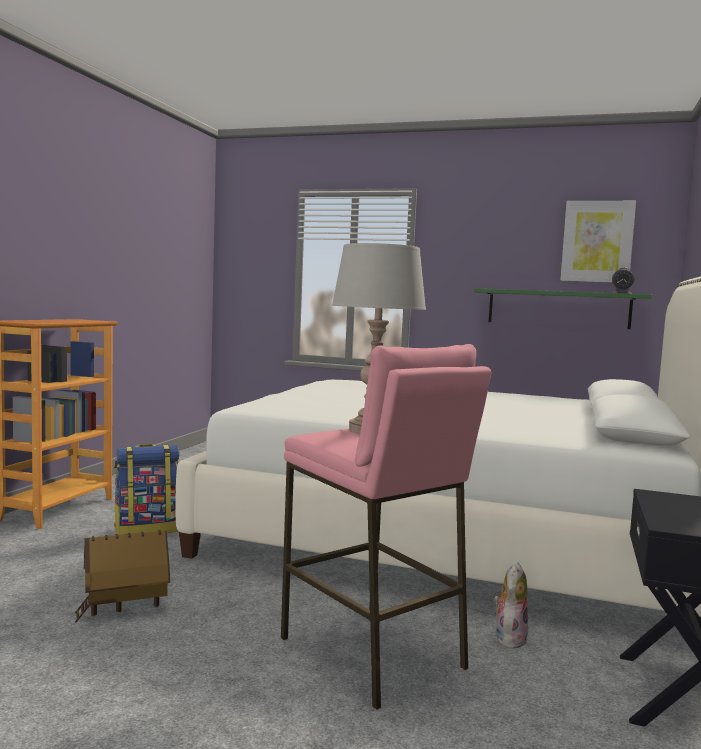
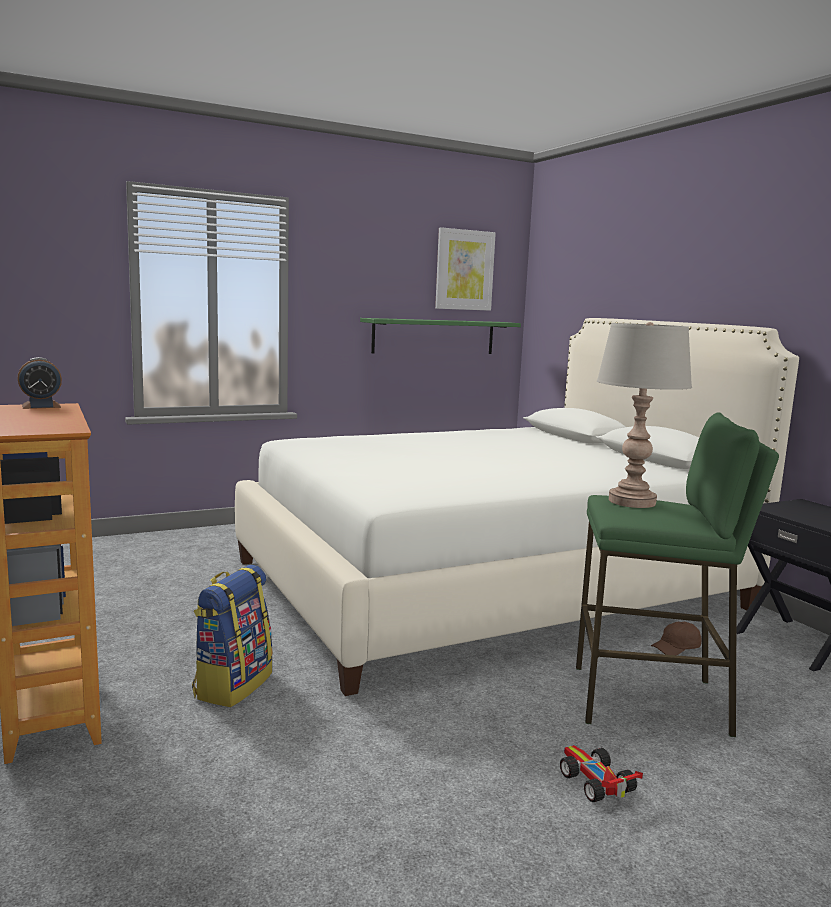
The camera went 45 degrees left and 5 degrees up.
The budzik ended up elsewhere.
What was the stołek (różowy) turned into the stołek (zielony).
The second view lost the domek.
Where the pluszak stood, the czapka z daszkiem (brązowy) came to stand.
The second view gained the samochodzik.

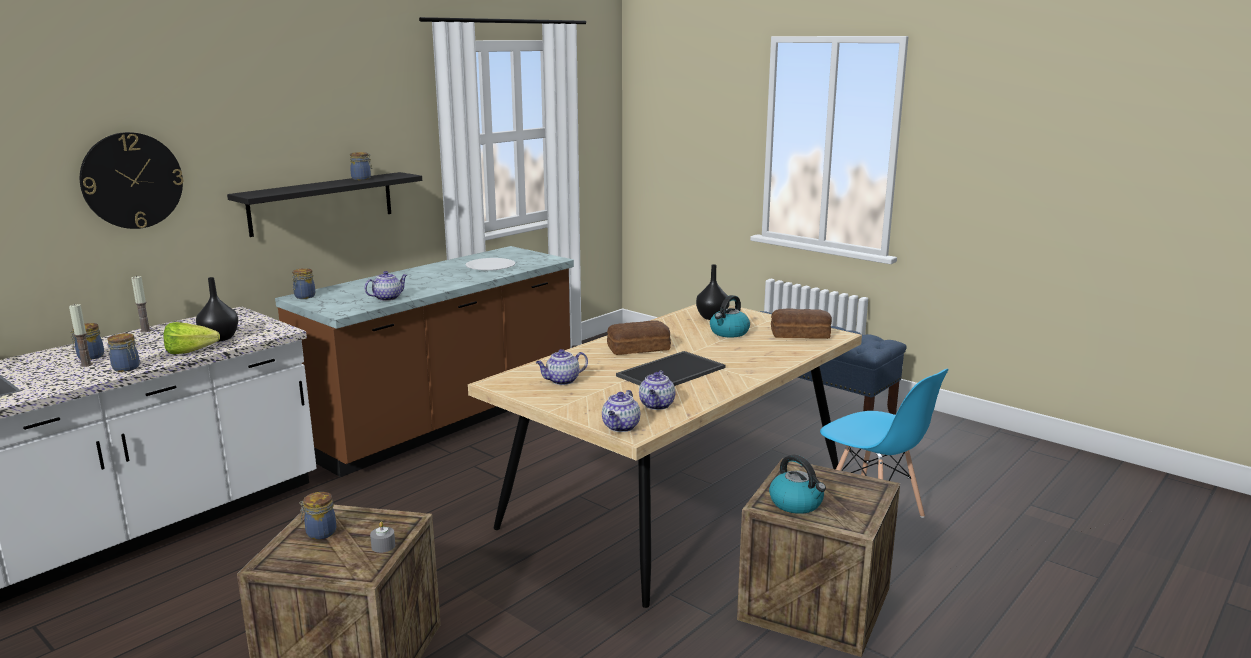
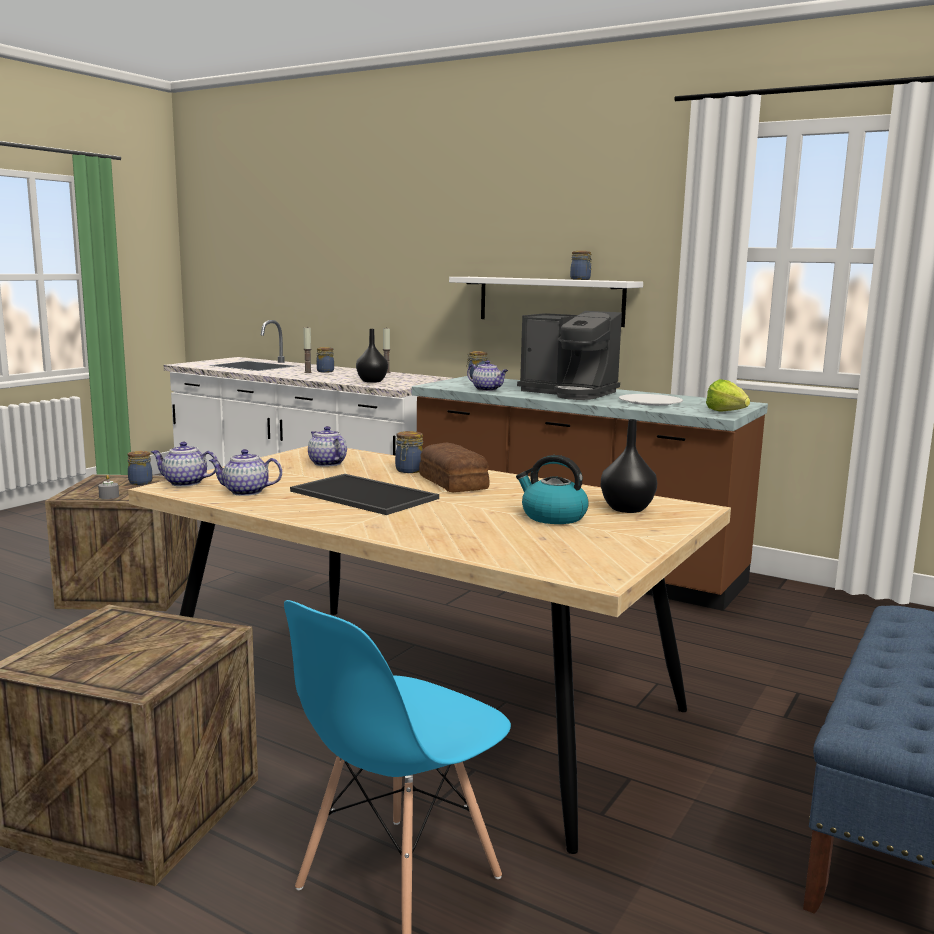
The camera went 80 degrees right and 5 degrees down.
The second view lost the zegar ścienny.
What was the półka (czarny) turned into the półka (biały).
The second view lost the chleb (2nd from left).
The sałata ended up elsewhere.
The słoik (2nd from left in the first image) ended up elsewhere.
The second view lost the czajnik (2nd from left).
The second view gained the ekspres do kawy.

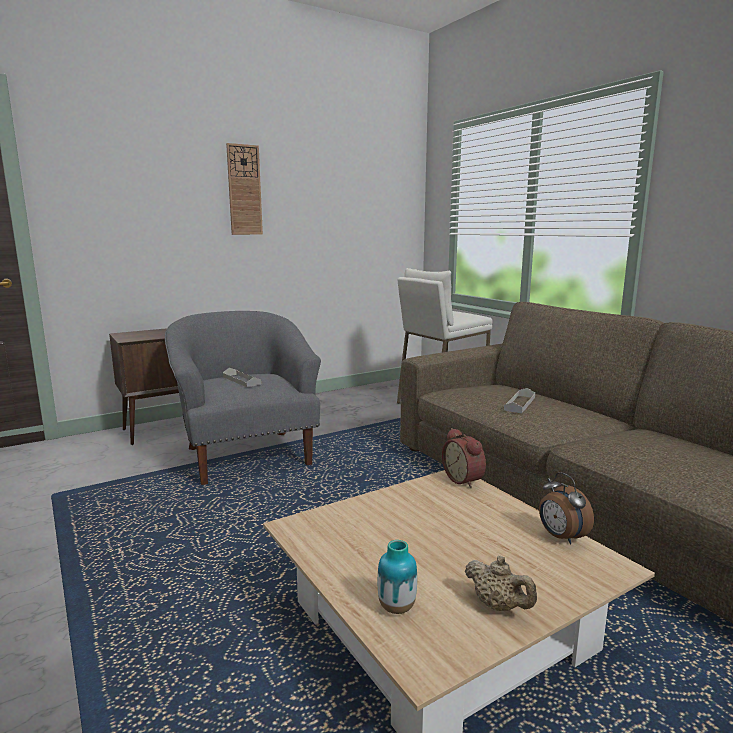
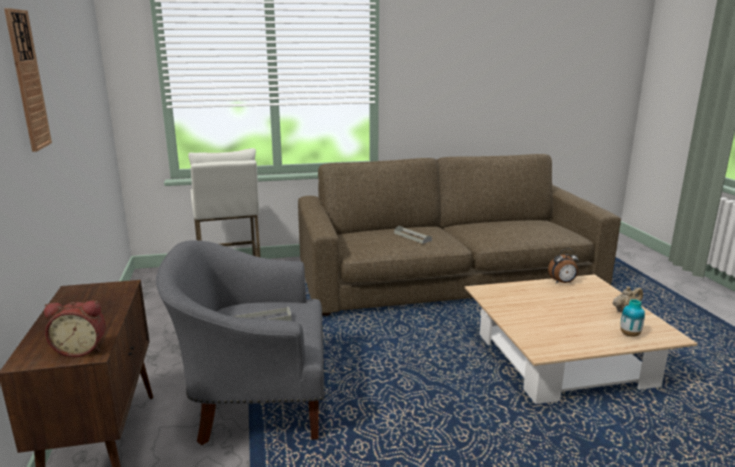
The camera went 70 degrees left and 5 degrees up.
The budzik (1st from left) ended up elsewhere.

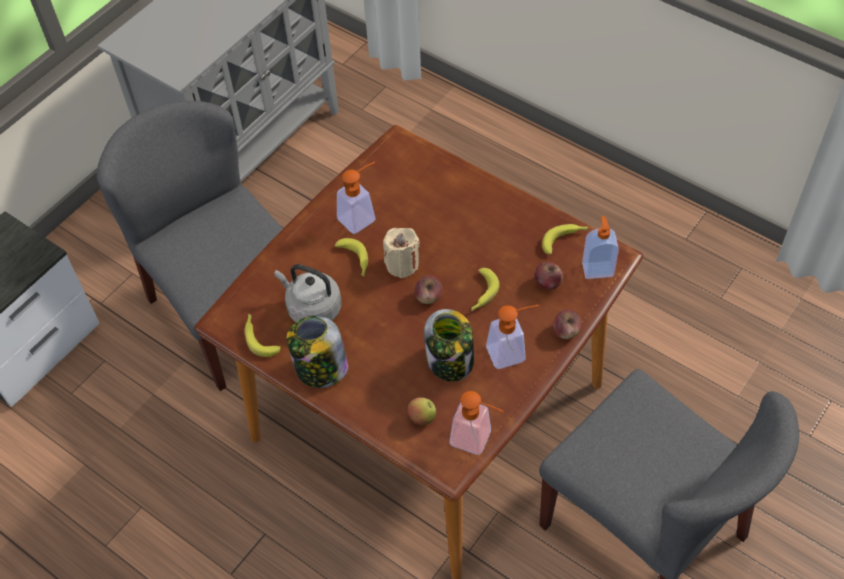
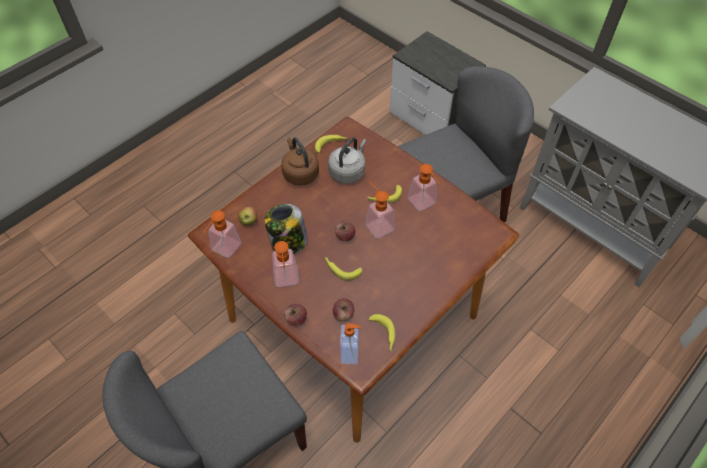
The camera went 95 degrees right and 0 degrees up.
Where the świeca (beżowy) stood, the dozownik mydła (4th from left) came to stand.
Where the słoik (1st from left) stood, the czajnik (brązowy) came to stand.

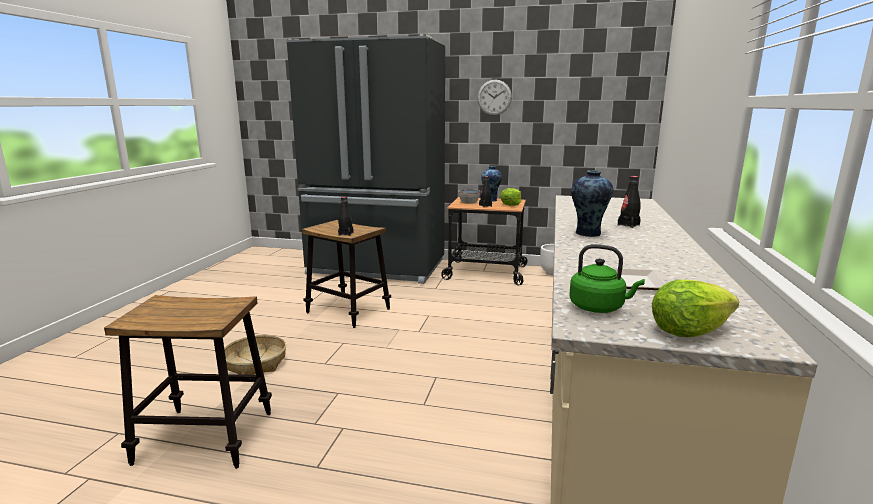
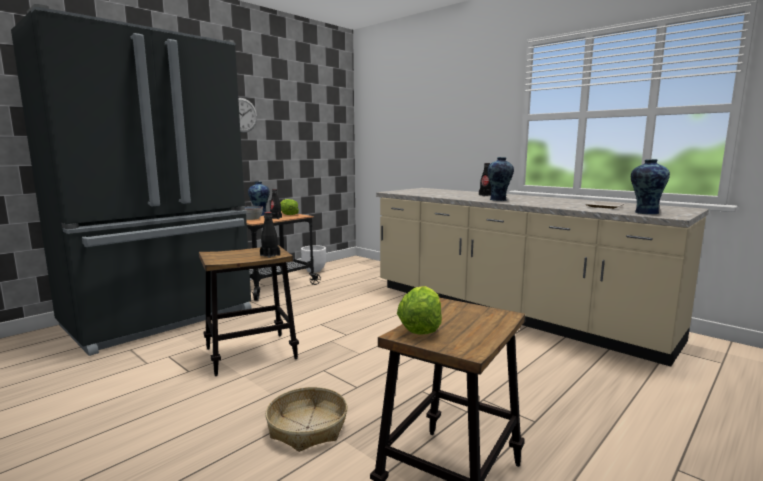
The camera went 60 degrees left and 5 degrees down.
Where the czajnik (zielony) stood, the wazon (3rd from left) came to stand.
The sałata (2nd from left) ended up elsewhere.

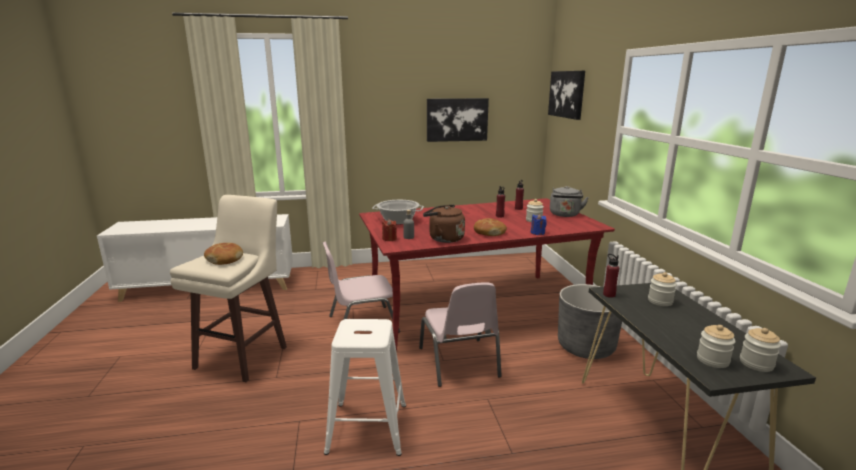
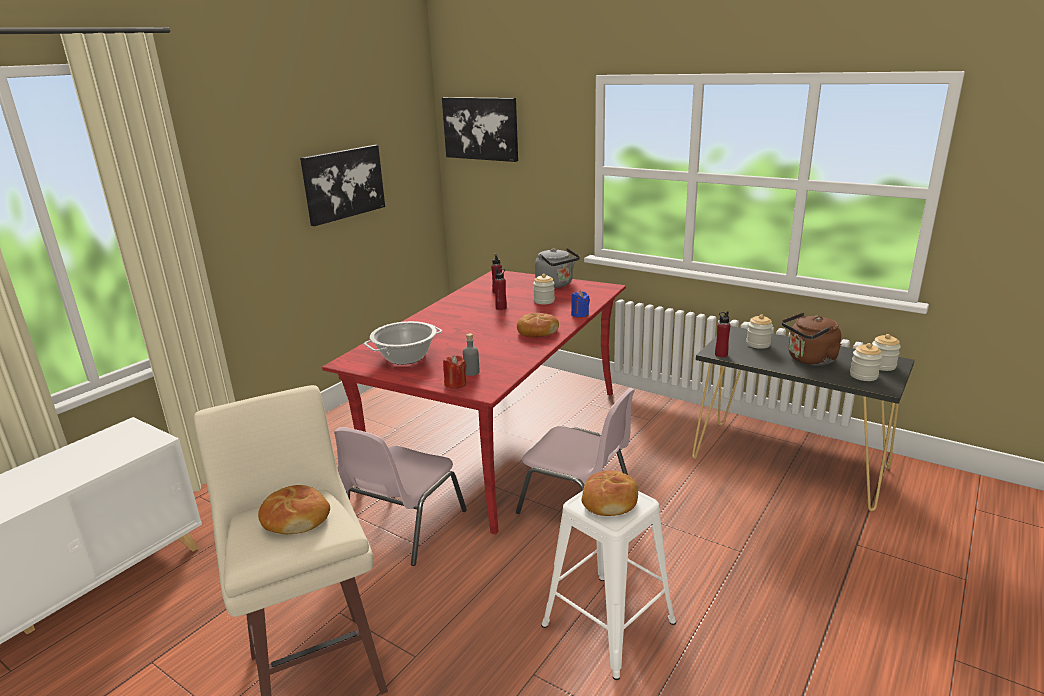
The camera went 45 degrees left and 5 degrees up.
The czajnik (brązowy) ended up elsewhere.
The second view lost the donica (szary).
The second view gained the chleb (3rd from left).

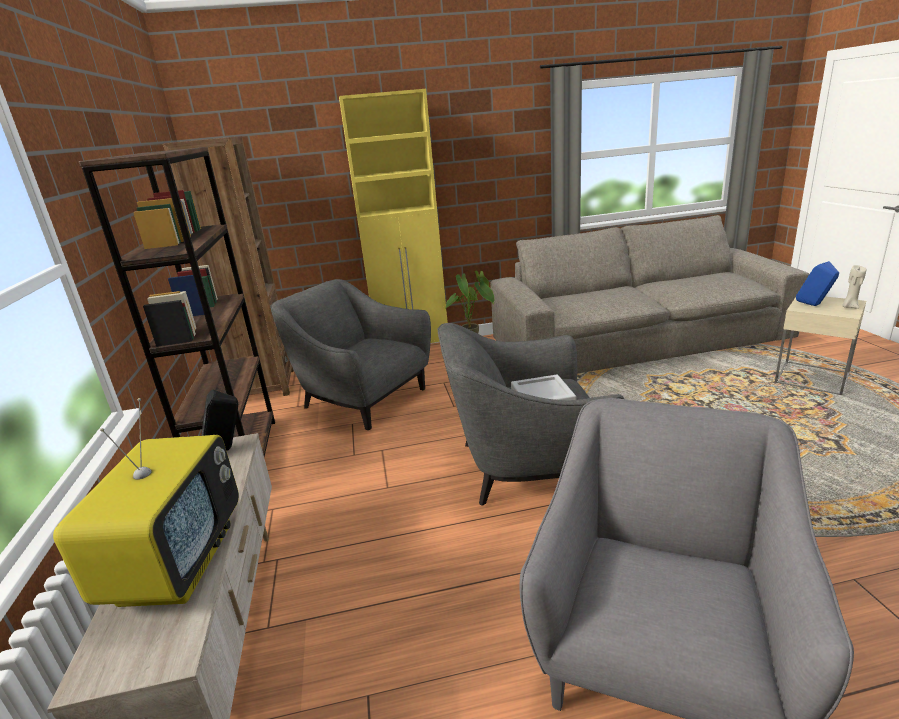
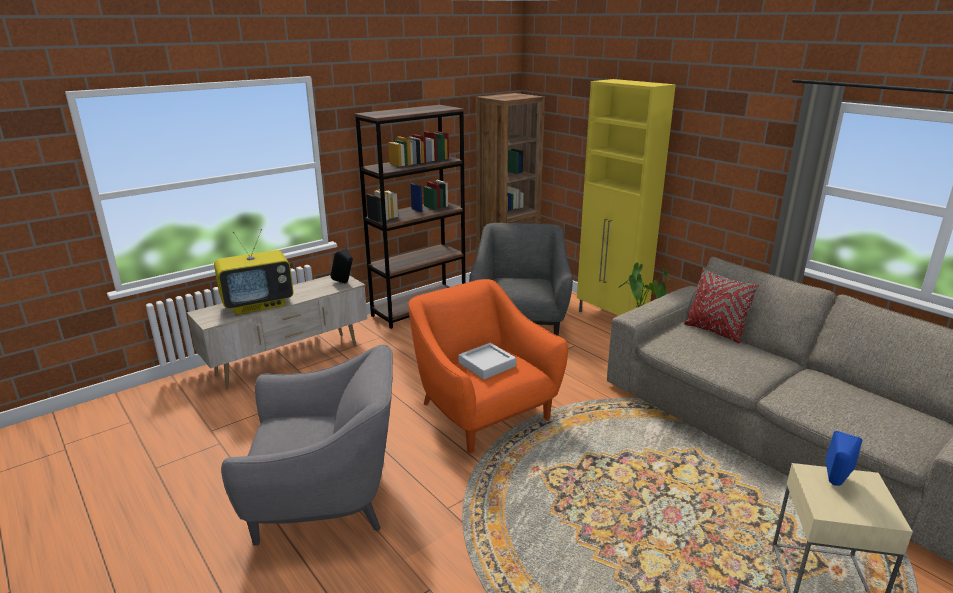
The camera went 60 degrees right and 0 degrees up.
The second view lost the świeca (beżowy).
What was the fotel (szary) (2nd from left) turned into the fotel (pomarańczowy).
The second view gained the poduszka (czerwony).

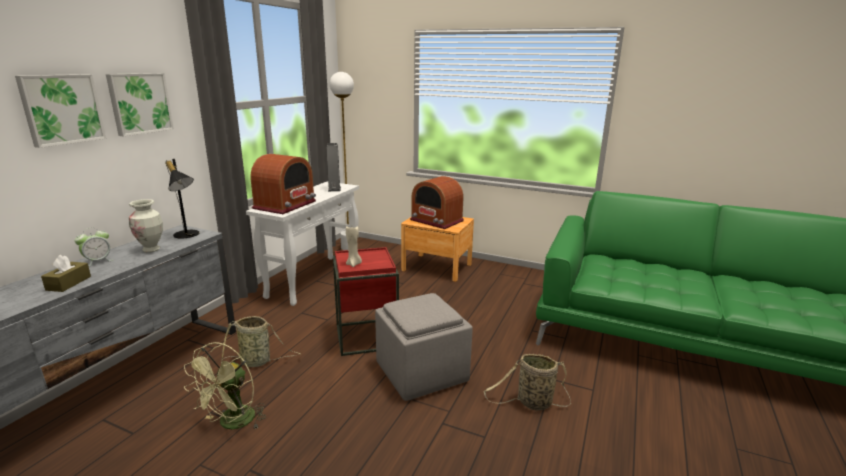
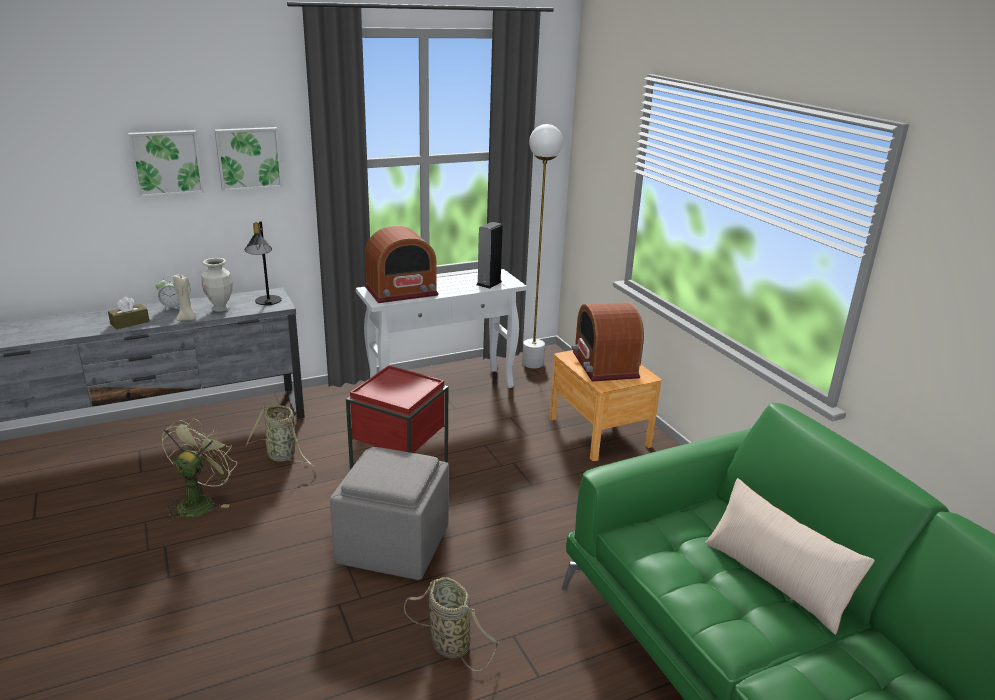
The camera went 40 degrees right and 5 degrees up.
The świeca (beżowy) ended up elsewhere.
The wentylator (zielony) ended up facing another way, 135 degrees clockwise from before.
The second view gained the poduszka (beżowy).

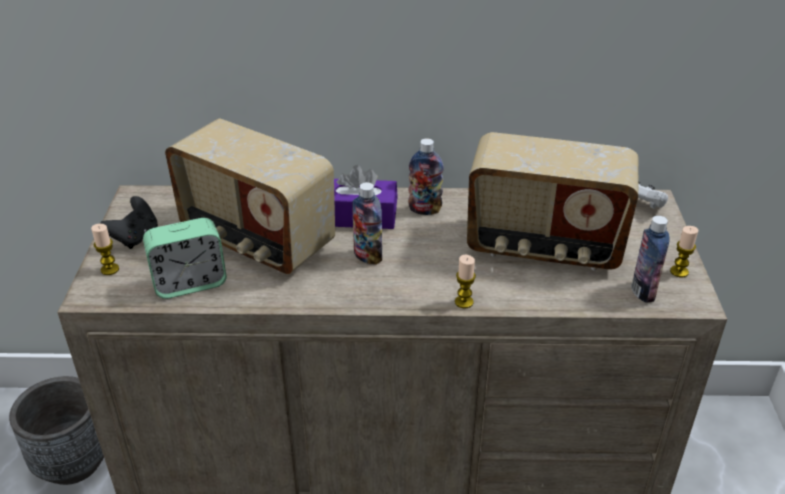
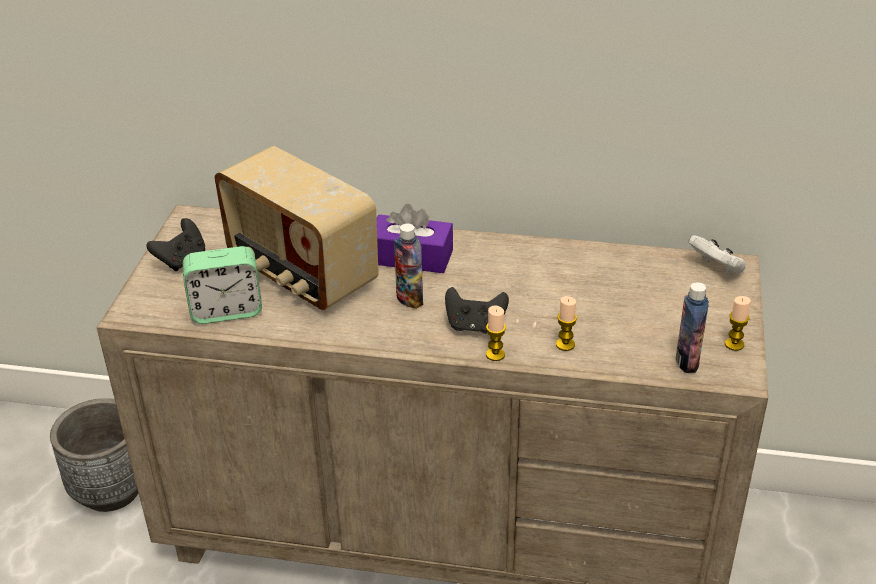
The camera went 10 degrees right and 0 degrees up.
The second view lost the radio (2nd from left).
The second view lost the butelka (2nd from left).
The świeca (1st from left in the first image) ended up elsewhere.
The second view gained the pad do gier (czarny) (2nd from left).

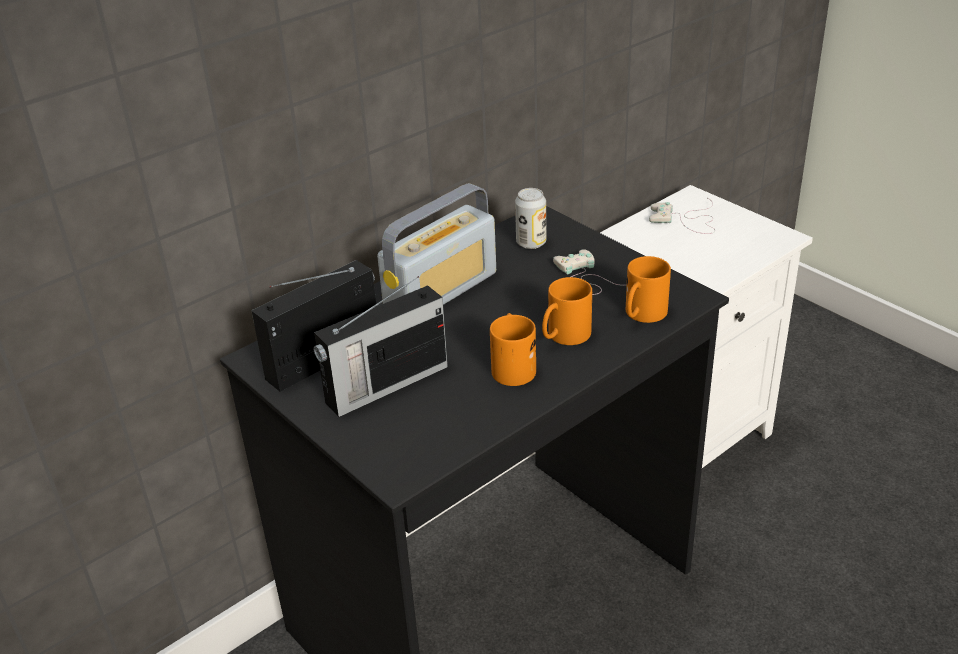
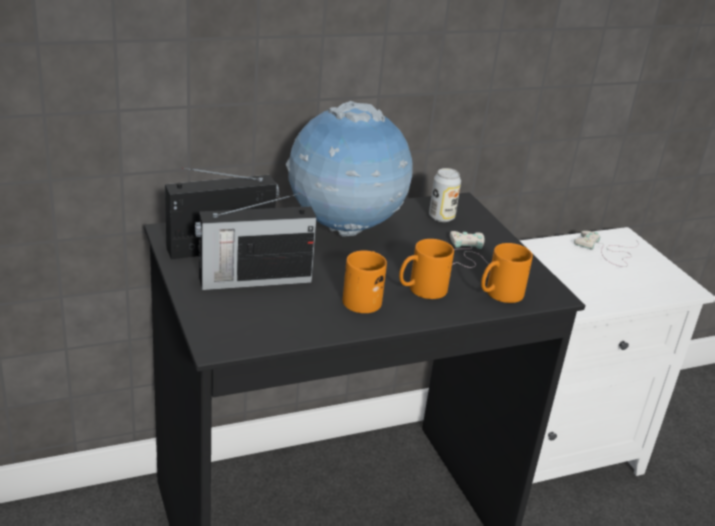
The camera went 15 degrees right and 5 degrees down.
Where the radio (3rd from left) stood, the globus came to stand.

